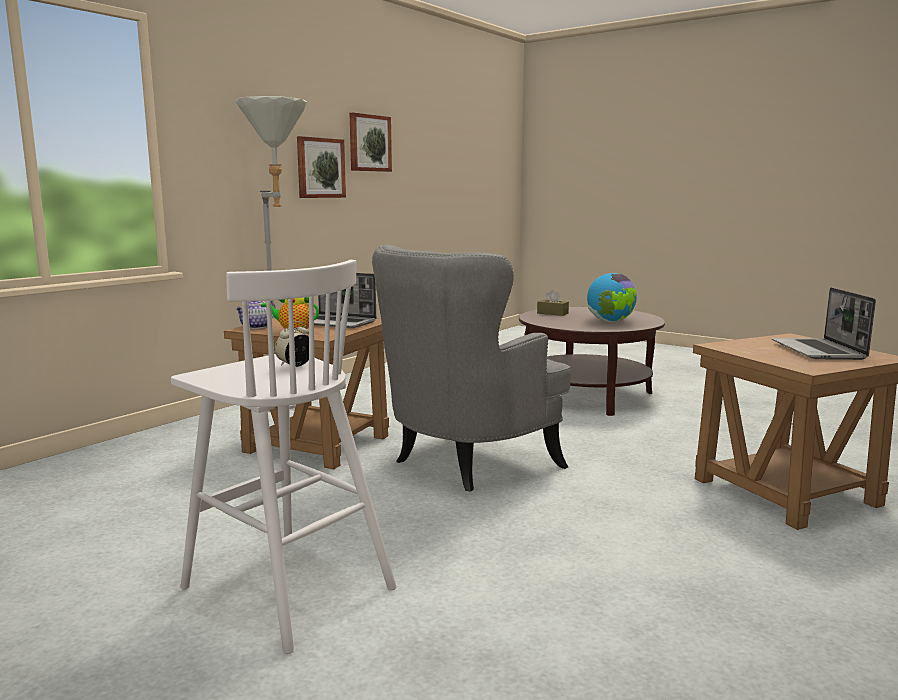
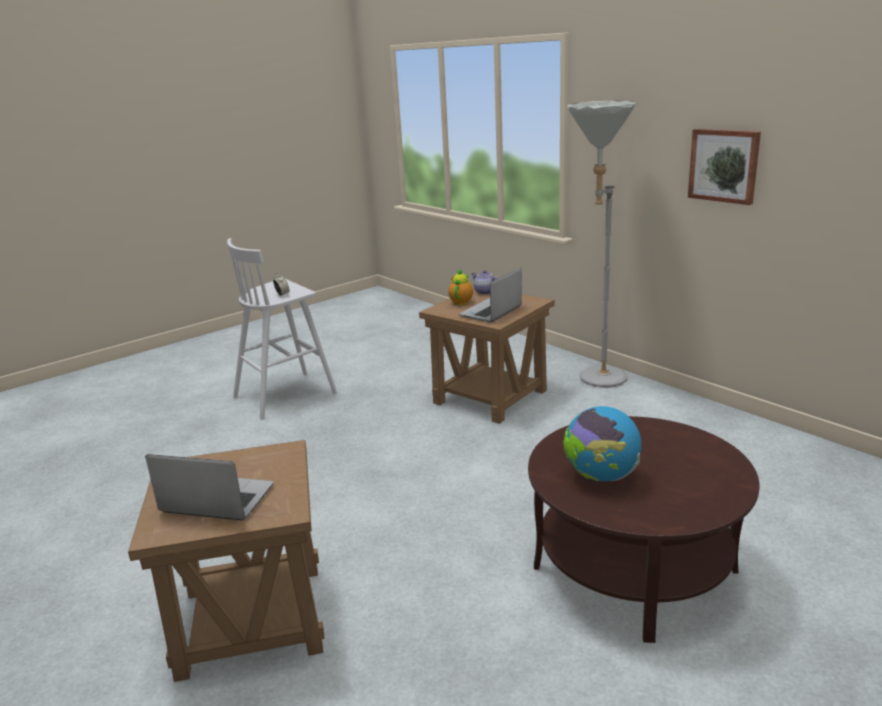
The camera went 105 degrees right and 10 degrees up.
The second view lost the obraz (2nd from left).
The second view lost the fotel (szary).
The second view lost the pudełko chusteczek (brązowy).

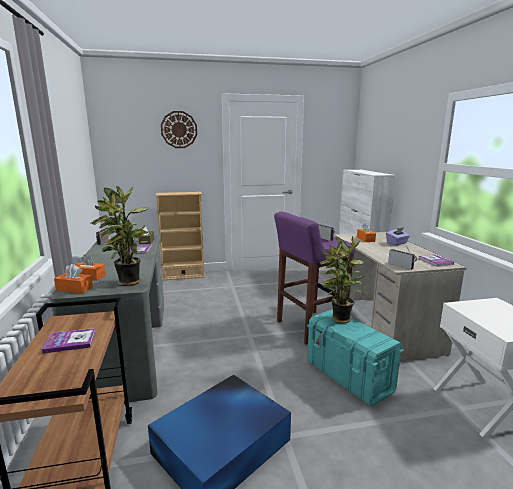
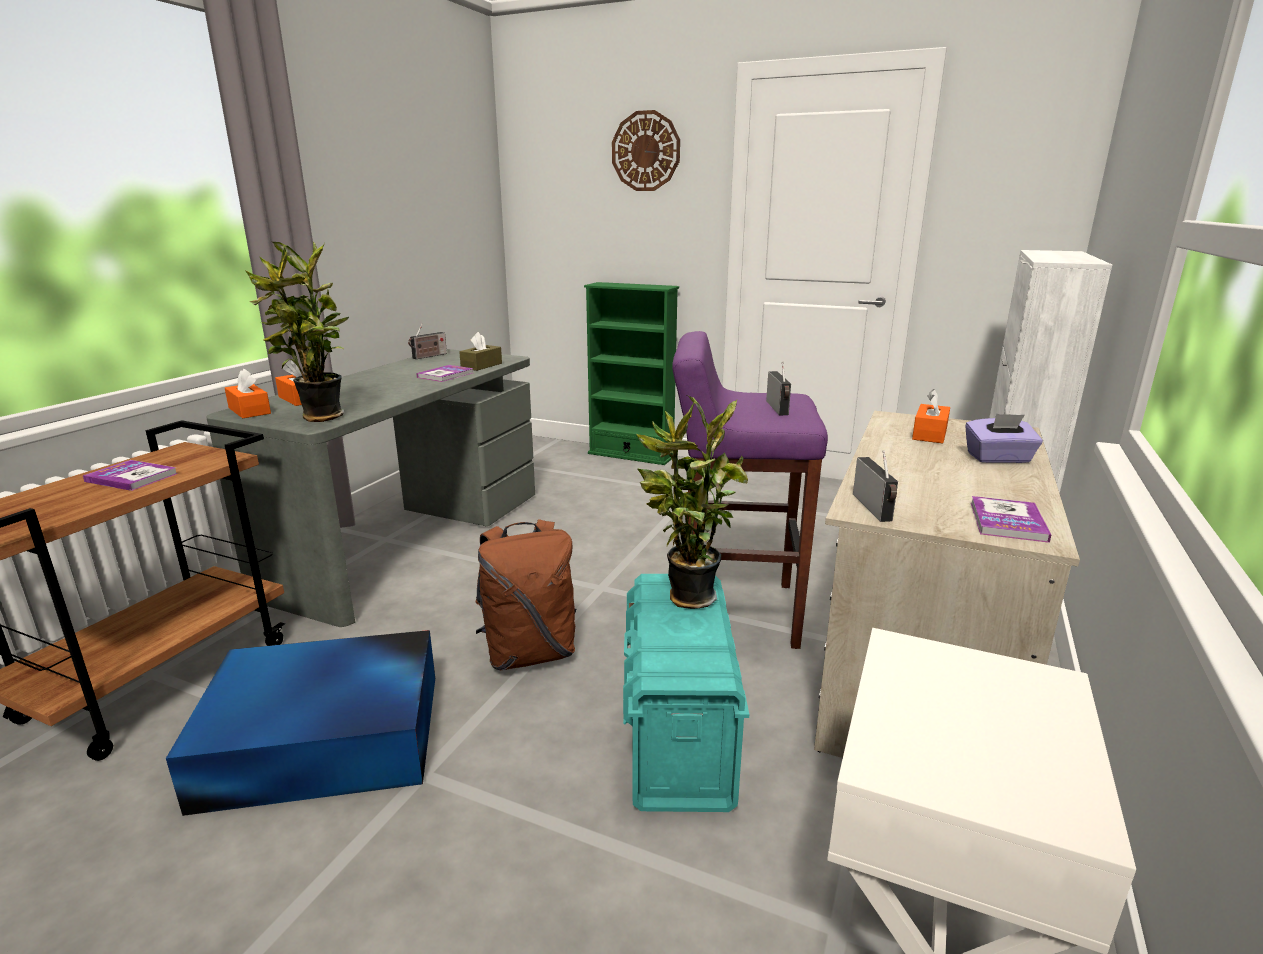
The camera went 35 degrees right and 5 degrees up.
What was the regał (beżowy) turned into the regał (zielony).
The second view gained the plecak (brązowy).

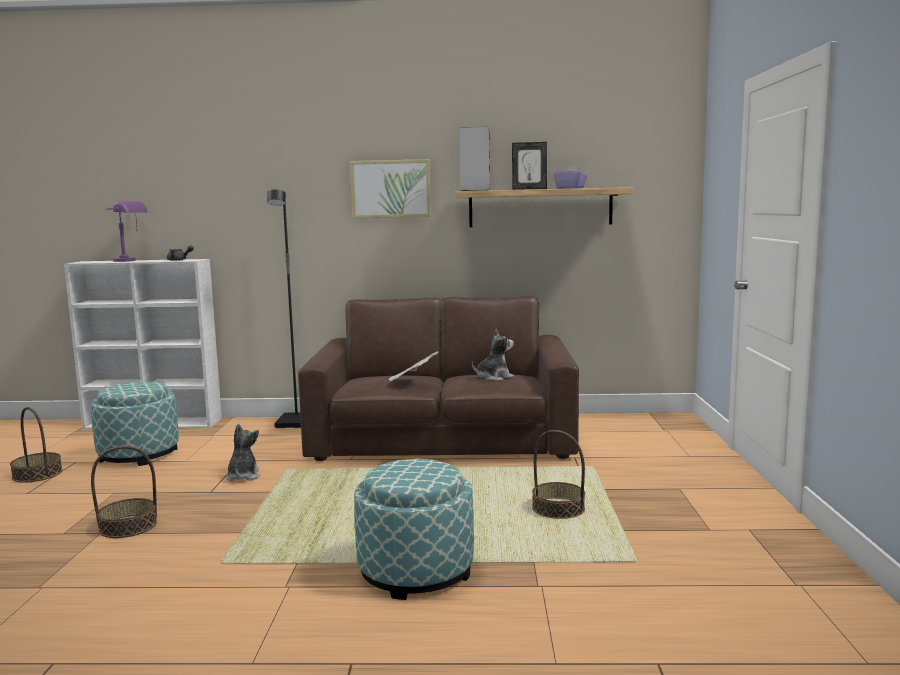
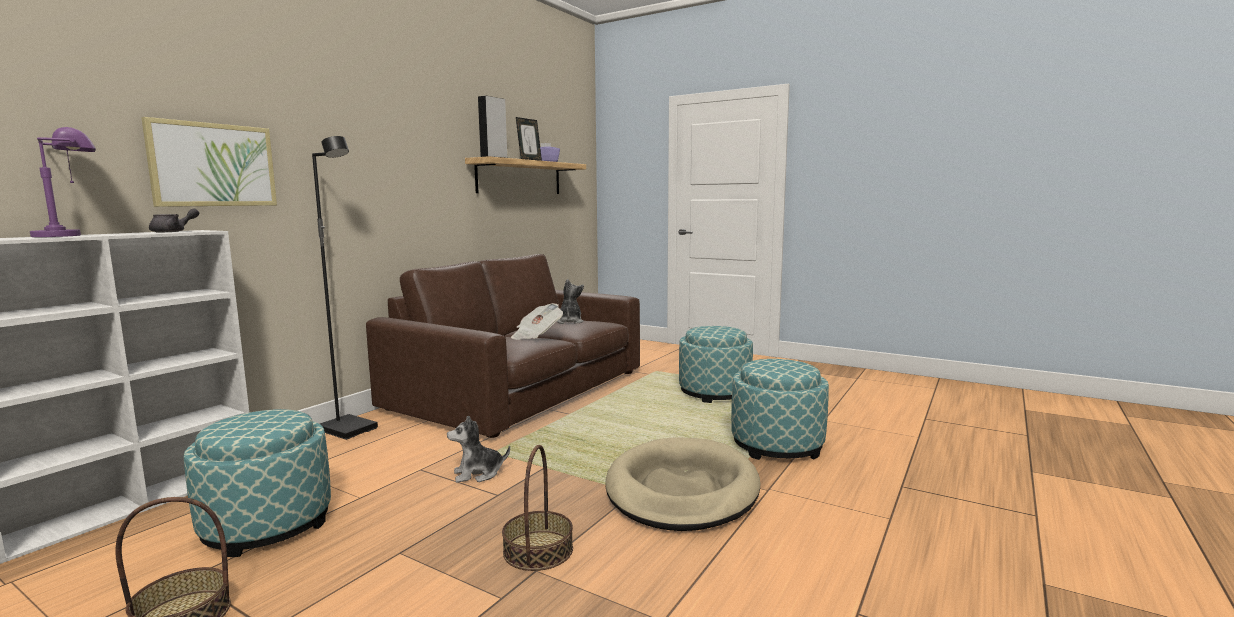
The camera went 60 degrees left and 0 degrees up.
The obraz ended up elsewhere.
The pluszak (1st from left) ended up facing another way, 45 degrees counterclockwise from before.
Where the koszyk (3rd from left) stood, the pufa (2nd from left) came to stand.
The second view gained the legowisko (beżowy).

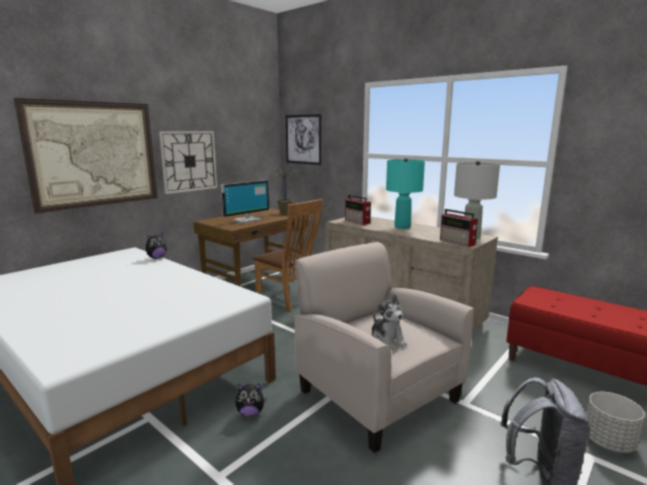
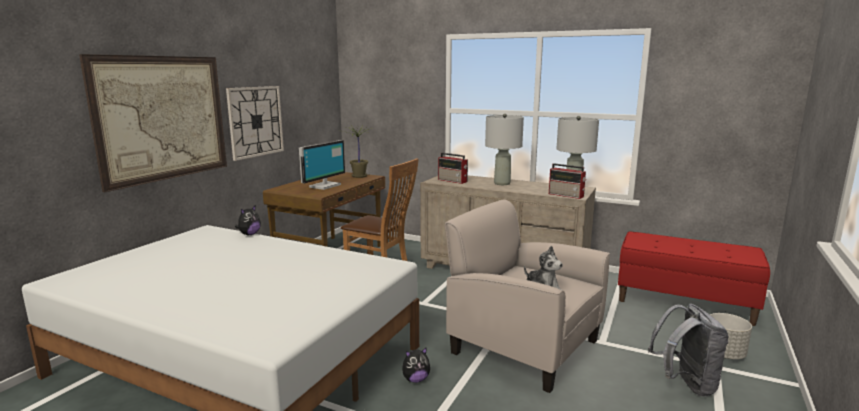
The camera went 15 degrees left and 0 degrees up.
The second view lost the obraz (2nd from left).
What was the lampa stołowa (turkusowy) turned into the lampa stołowa (szary) (1st from left).

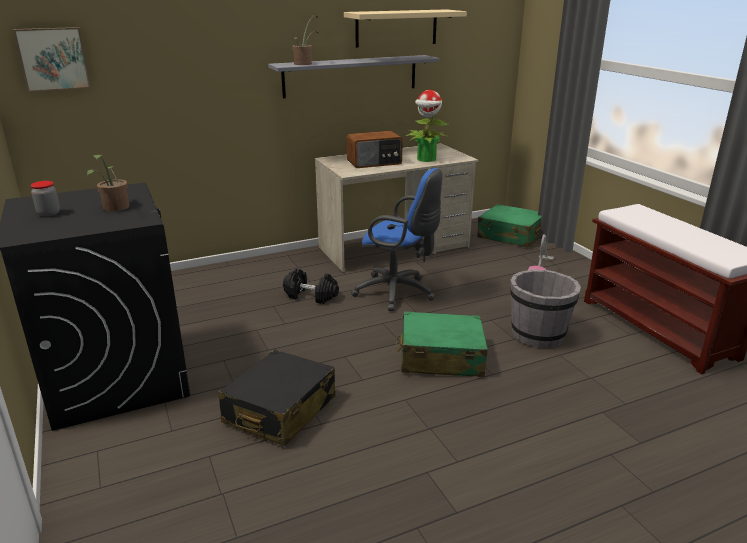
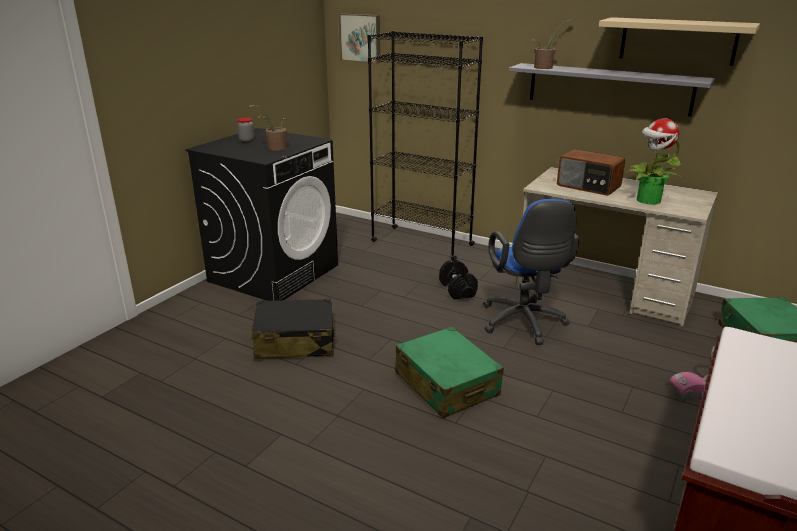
The camera went 55 degrees right and 0 degrees up.
The second view lost the wiadro (szary).
The second view gained the regał (czarny).

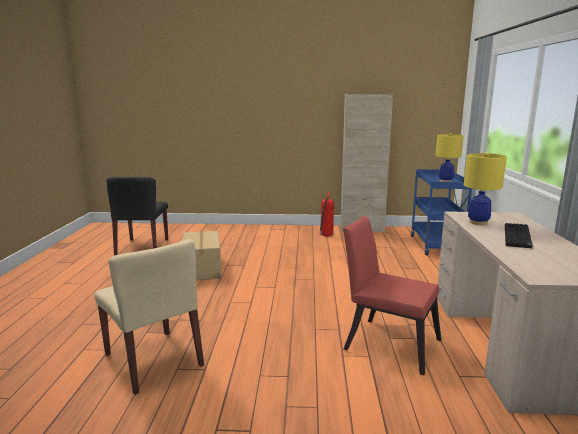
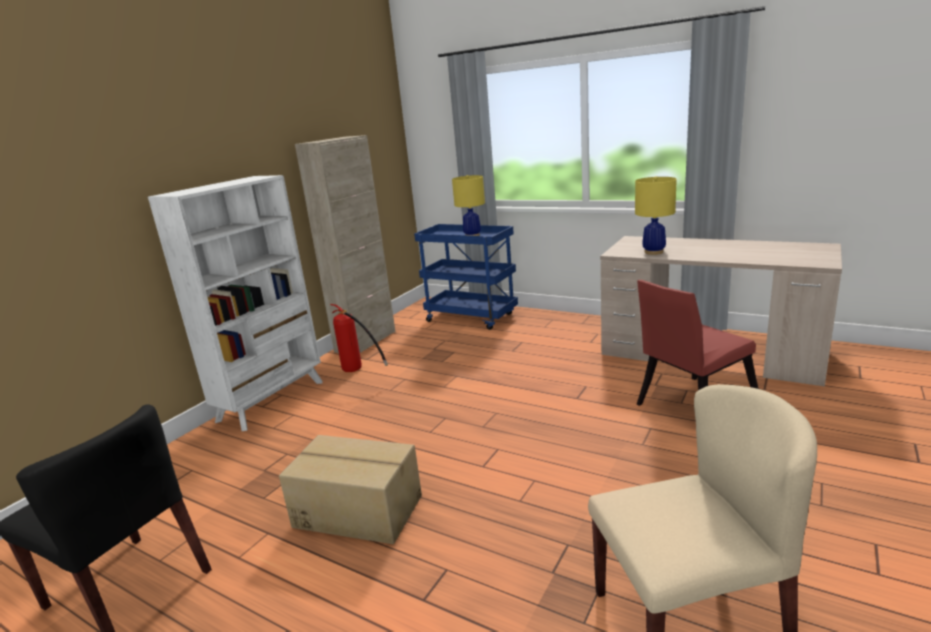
The camera went 60 degrees left and 5 degrees up.
The second view lost the klawiatura.
The second view gained the regał (biały).

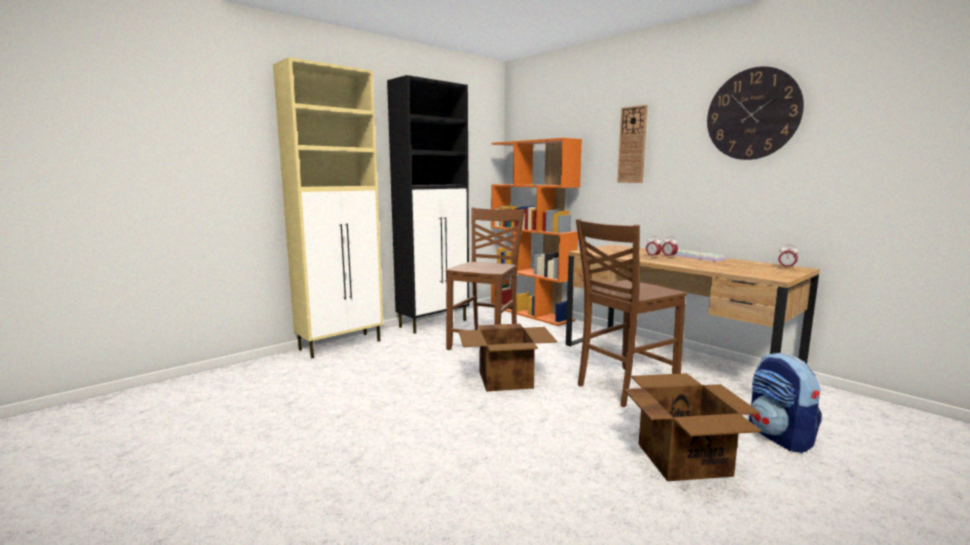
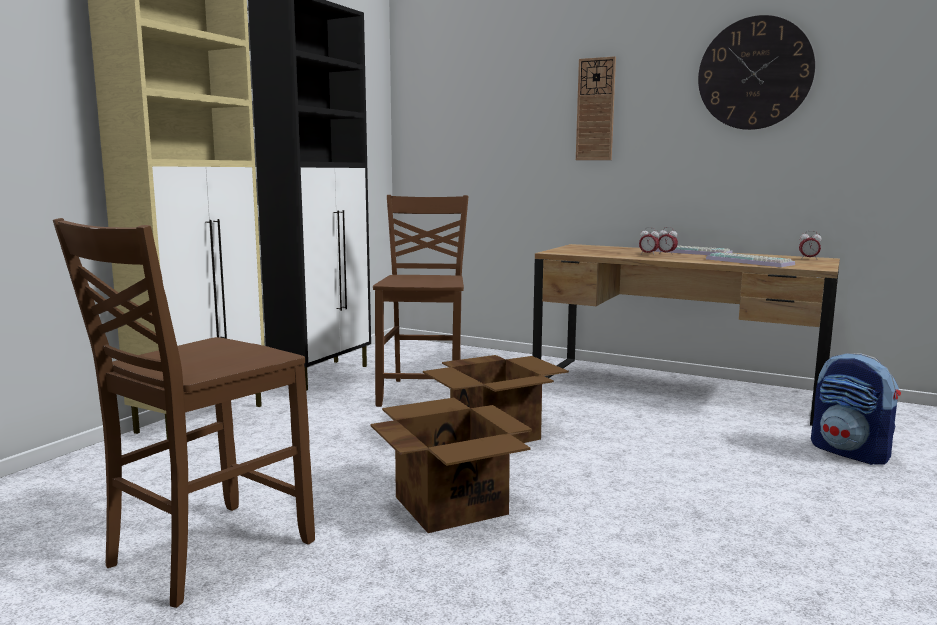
The camera went 20 degrees left and 0 degrees up.
The second view lost the regał (pomarańczowy).
The krzesło (brązowy) (2nd from left in the first image) ended up elsewhere.
The karton (2nd from left in the first image) ended up elsewhere.
The second view gained the klawiatura (2nd from left).

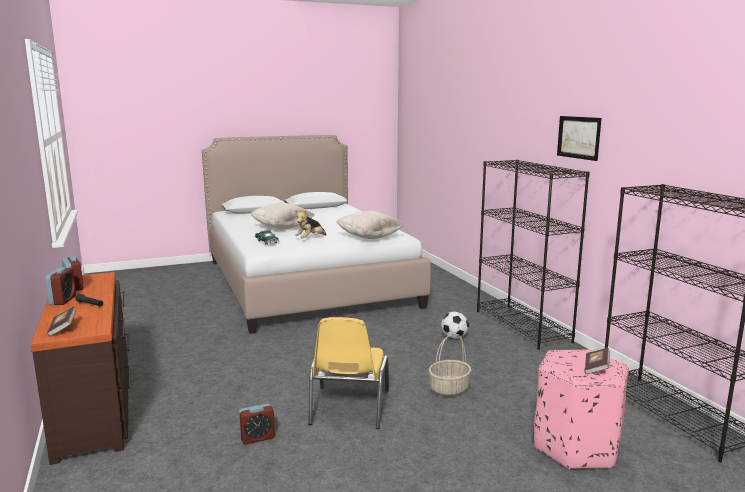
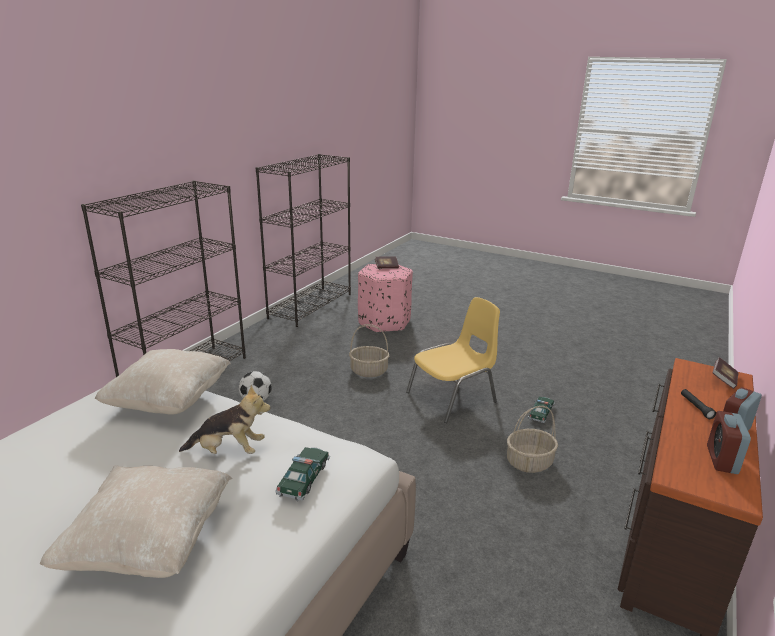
The camera went 130 degrees left and 10 degrees up.
The second view lost the obraz.
Where the budzik (3rd from left) stood, the samochodzik (2nd from left) came to stand.
The second view gained the koszyk (2nd from left).

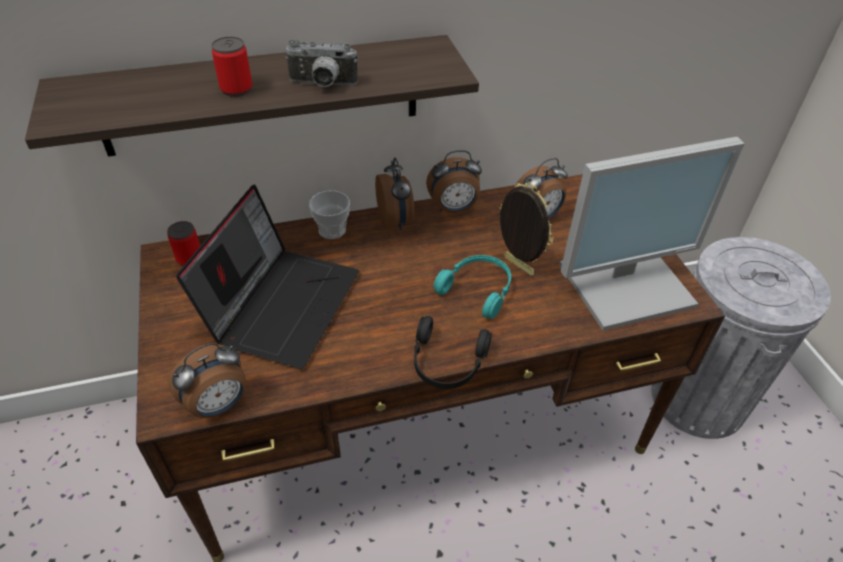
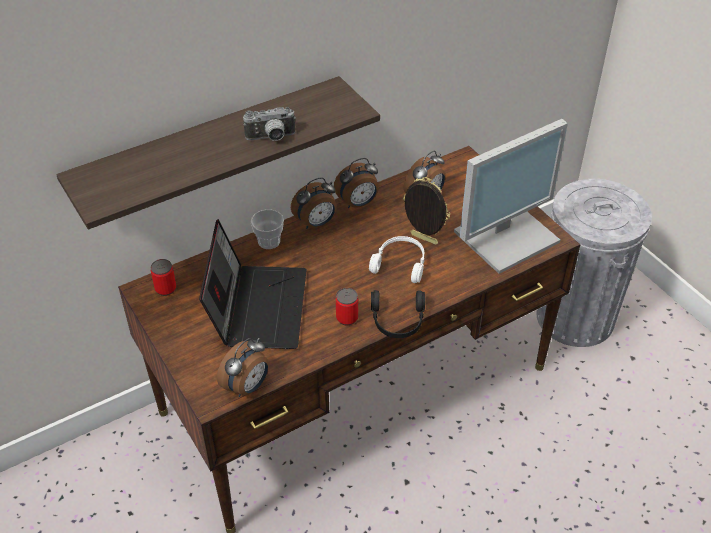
The camera went 15 degrees left and 0 degrees up.
The puszka (2nd from left) ended up elsewhere.
The budzik (2nd from left) ended up facing another way, 90 degrees clockwise from before.
What was the słuchawki (turkusowy) turned into the słuchawki (biały).

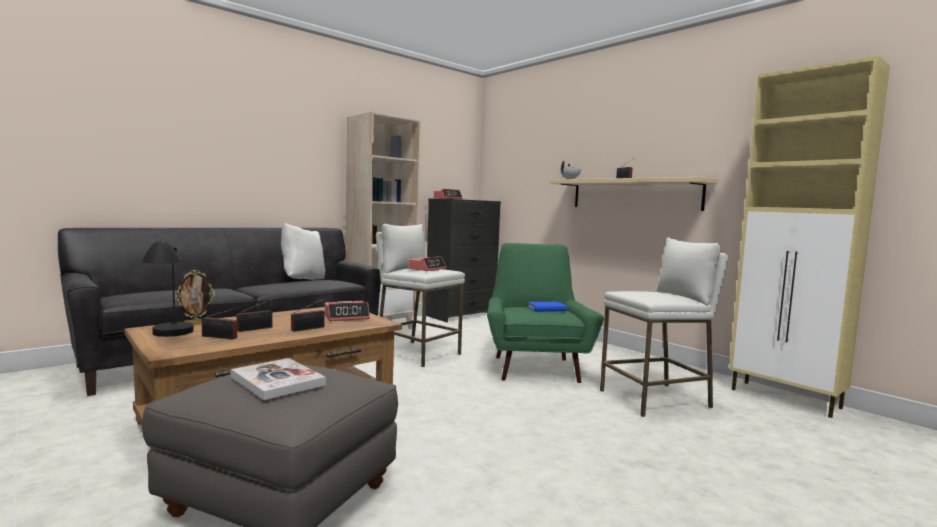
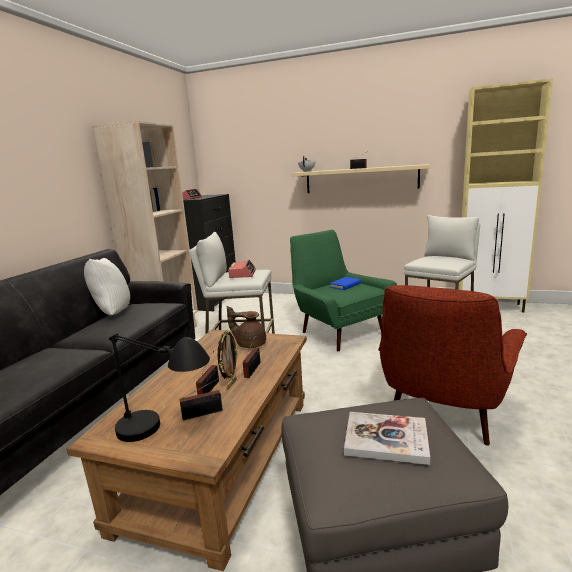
The camera went 30 degrees left and 10 degrees up.
The ramka na zdjęcie ended up elsewhere.
Where the budzik (1st from left) stood, the imbryk (brązowy) came to stand.
The second view gained the fotel (czerwony).

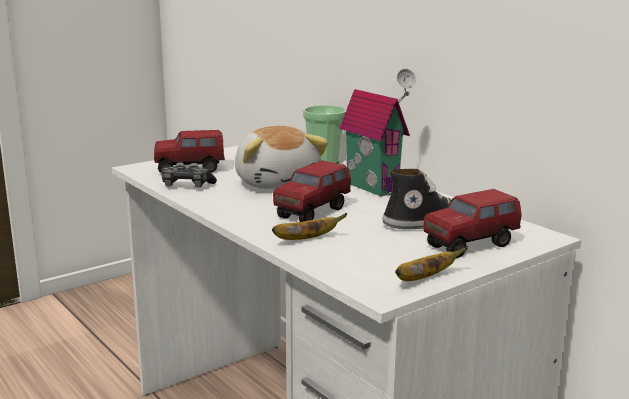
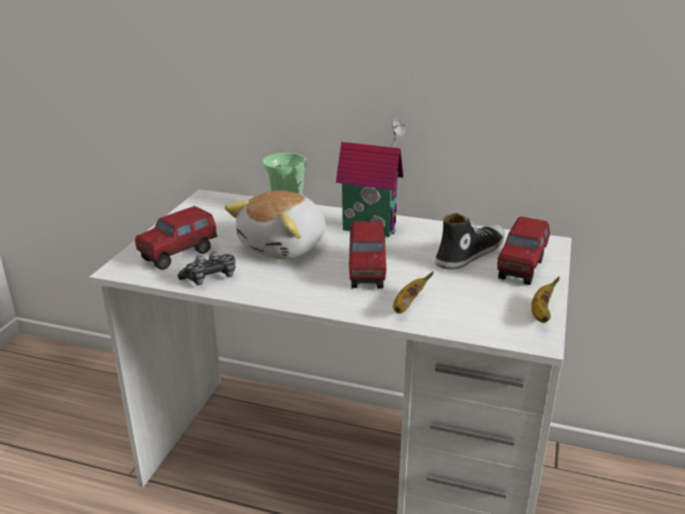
The camera went 35 degrees left and 10 degrees up.
The pluszak ended up facing another way, 90 degrees clockwise from before.

